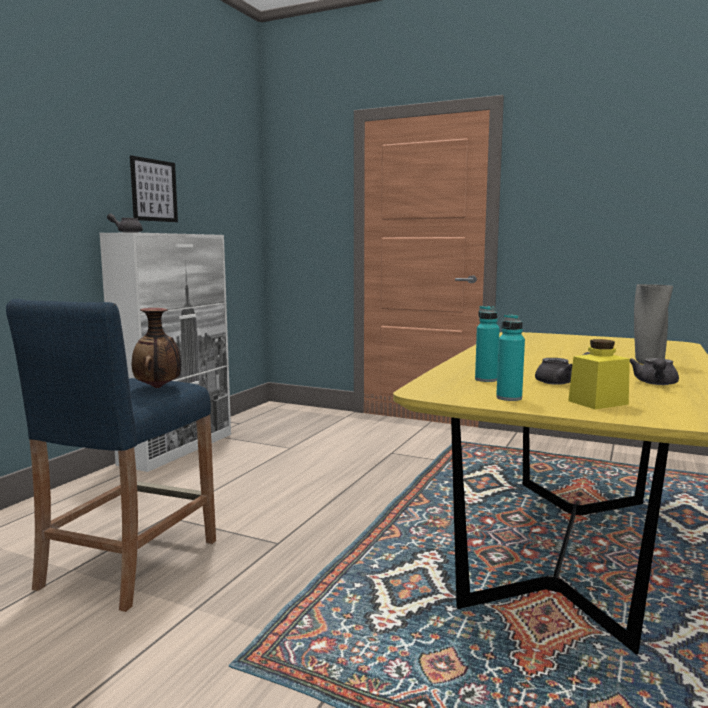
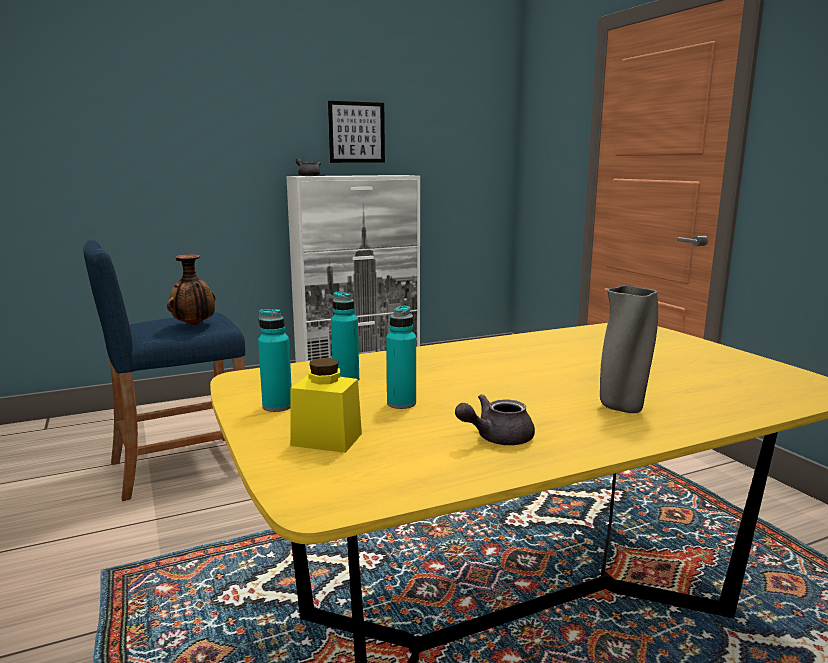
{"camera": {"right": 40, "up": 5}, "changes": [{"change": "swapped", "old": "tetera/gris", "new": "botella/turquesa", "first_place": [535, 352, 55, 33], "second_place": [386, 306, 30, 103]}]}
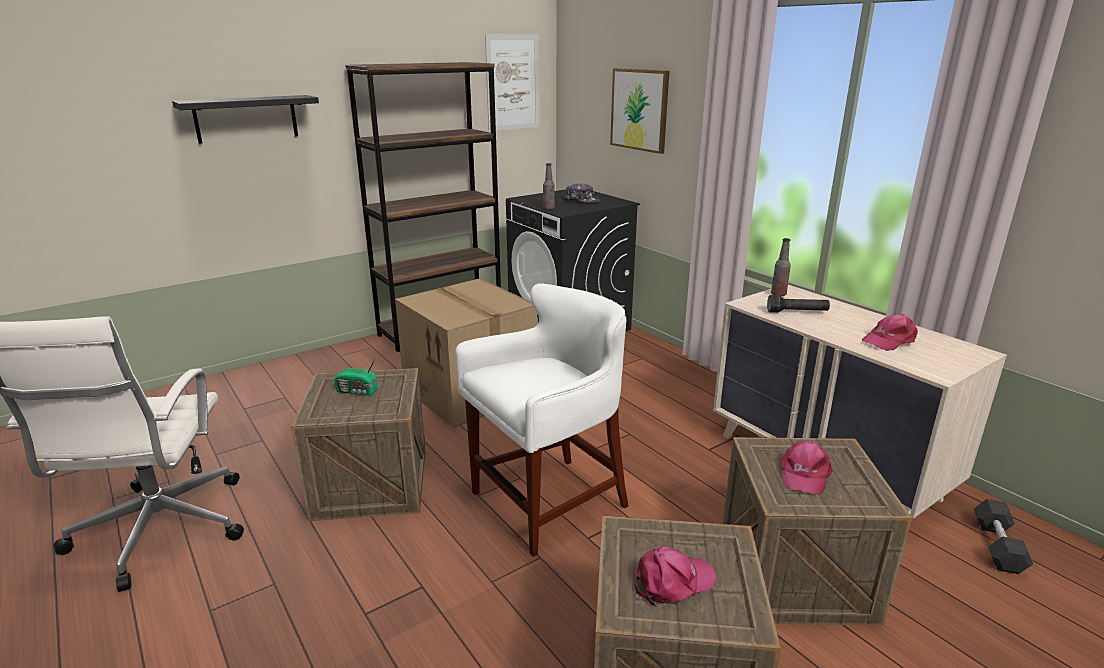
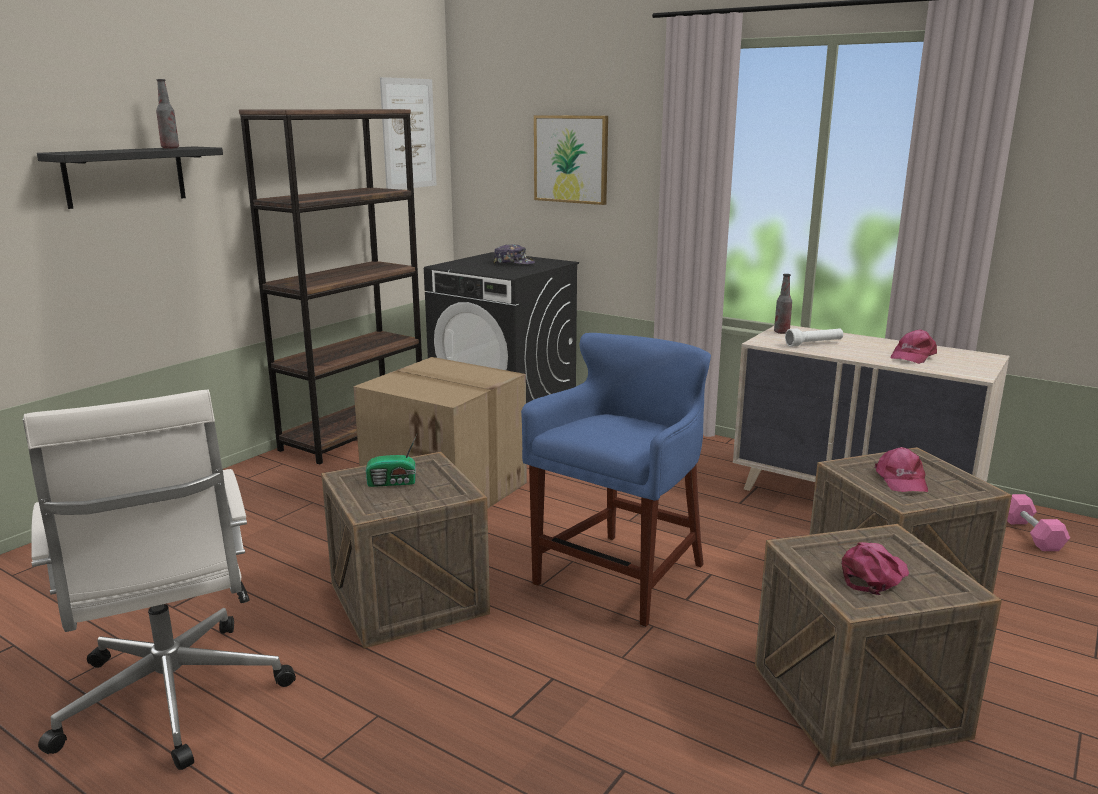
{"camera": {"right": -20, "up": -5}, "changes": [{"change": "shifted", "old": "botella", "first_place": [543, 163, 12, 47], "second_place": [156, 79, 23, 69]}, {"change": "repainted", "old": "taburete/blanco", "new": "taburete/azul", "first_place": [455, 283, 174, 274], "second_place": [521, 333, 190, 294]}, {"change": "repainted", "old": "linterna/negro", "new": "linterna/blanco", "first_place": [767, 295, 63, 18], "second_place": [785, 328, 58, 19]}, {"change": "repainted", "old": "mancuerna/negro", "new": "mancuerna/rosa", "first_place": [974, 499, 59, 75], "second_place": [1007, 494, 63, 57]}]}
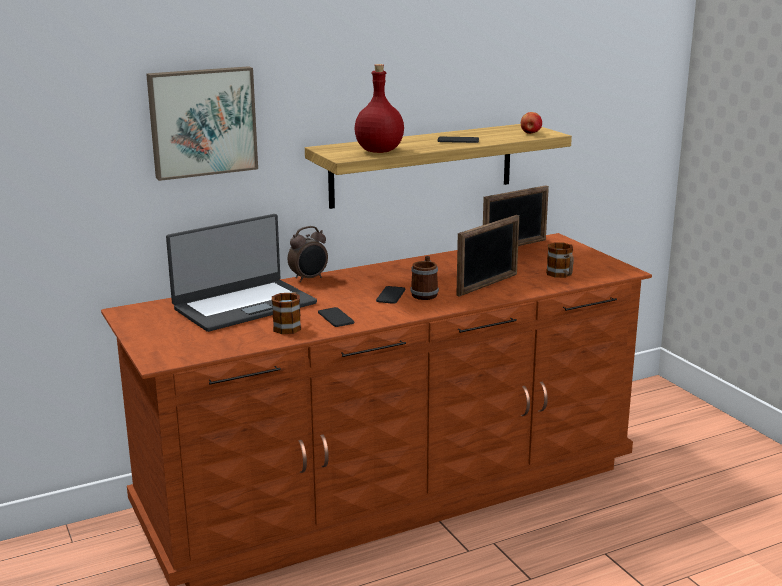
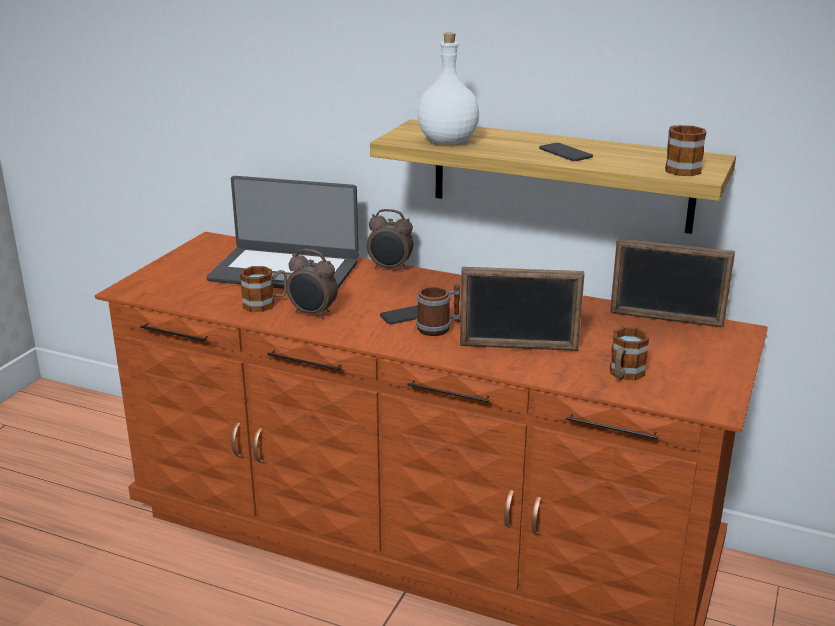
{"camera": {"right": 50, "up": 5}, "changes": [{"change": "repainted", "old": "botella/rojo", "new": "botella/blanco", "first_place": [355, 64, 49, 89], "second_place": [417, 33, 62, 112]}, {"change": "gone", "old": "cuadro", "first_place": [146, 66, 112, 115]}, {"change": "swapped", "old": "manzana", "new": "taza grande", "first_place": [521, 112, 21, 22], "second_place": [665, 125, 41, 51]}, {"change": "swapped", "old": "móvil", "new": "despertador", "first_place": [318, 307, 36, 20], "second_place": [286, 249, 52, 70]}]}
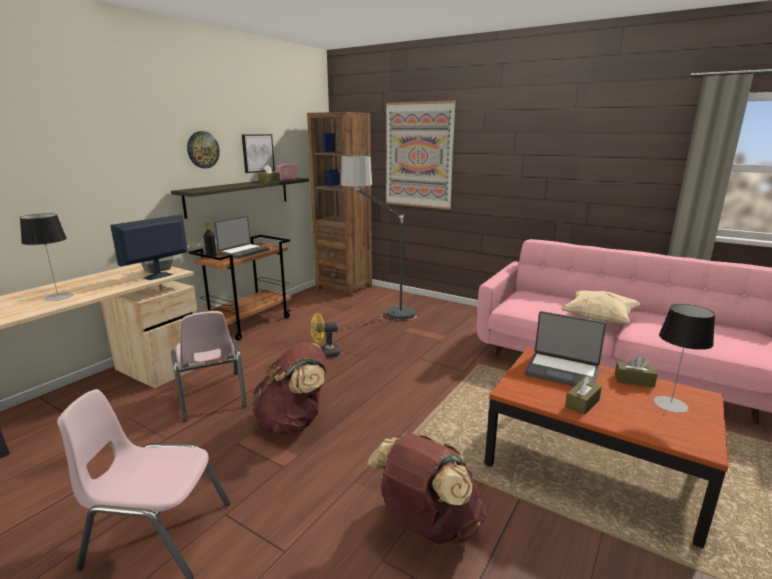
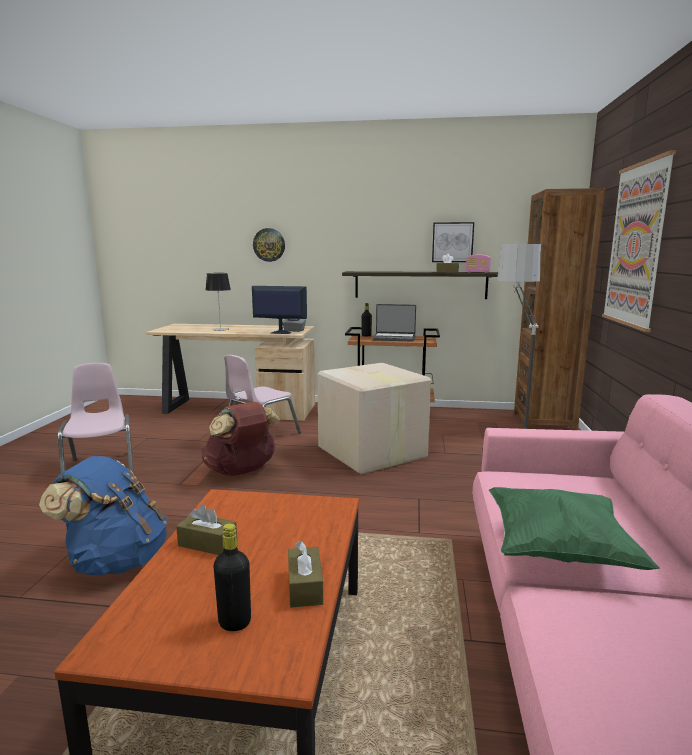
{"camera": {"right": 65, "up": -5}, "changes": [{"change": "shifted", "old": "reloj de pared", "first_place": [187, 131, 33, 38], "second_place": [253, 228, 32, 34]}, {"change": "repainted", "old": "cojín/beis", "new": "cojín/verde", "first_place": [561, 290, 80, 34], "second_place": [489, 487, 171, 83]}, {"change": "swapped", "old": "lámpara de mesa", "new": "botella/negro", "first_place": [653, 304, 62, 109], "second_place": [213, 524, 38, 107]}, {"change": "gone", "old": "portátil", "first_place": [524, 311, 82, 75]}, {"change": "swapped", "old": "ventilador/amarillo", "new": "caja de cartón", "first_place": [311, 313, 30, 45], "second_place": [317, 363, 114, 111]}, {"change": "repainted", "old": "mochila/marrón", "new": "mochila/azul", "first_place": [367, 433, 119, 111], "second_place": [39, 456, 129, 120]}]}
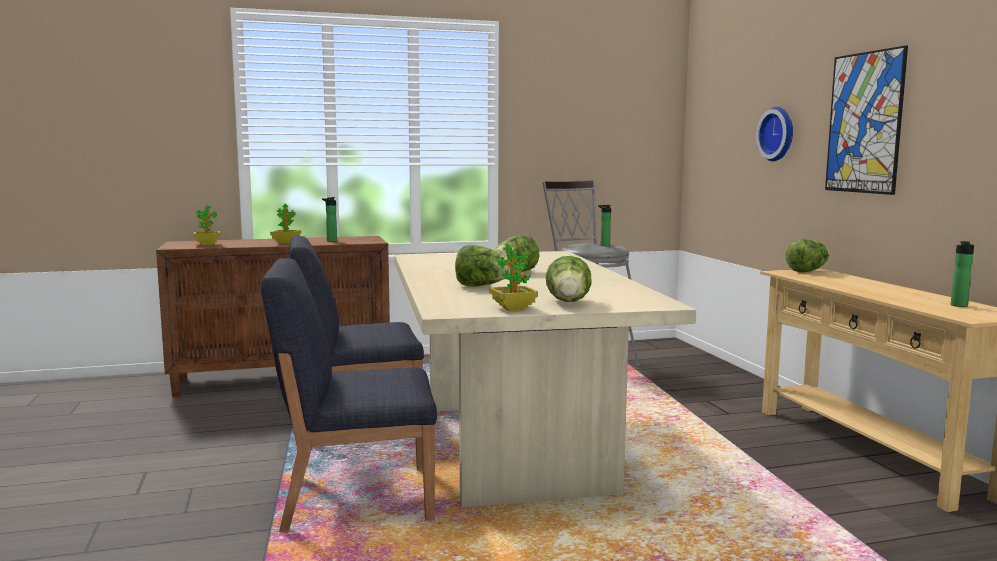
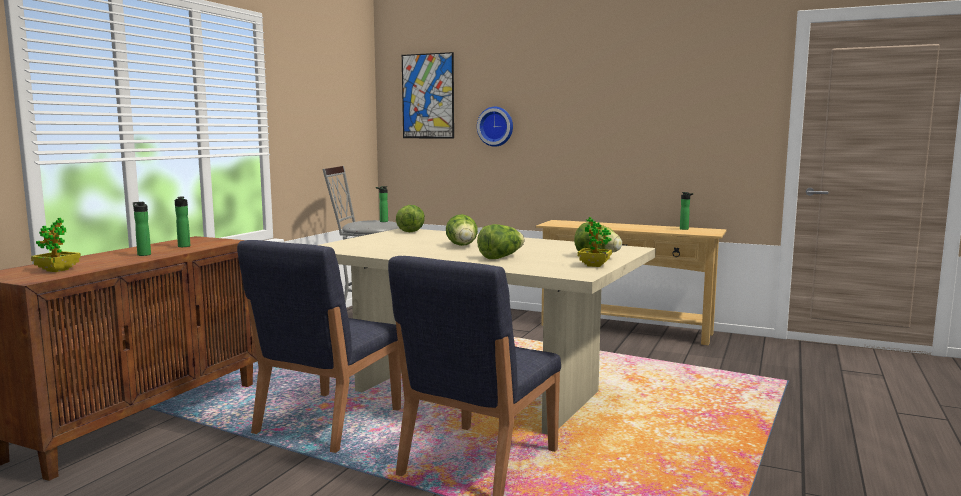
{"camera": {"right": -50, "up": 0}, "changes": [{"change": "shifted", "old": "cuadro", "first_place": [825, 45, 83, 150], "second_place": [402, 52, 52, 87]}, {"change": "swapped", "old": "planta en maceta", "new": "botella", "first_place": [270, 204, 31, 39], "second_place": [133, 202, 18, 54]}, {"change": "shifted", "old": "lechuga", "first_place": [786, 239, 44, 34], "second_place": [396, 205, 29, 27]}]}
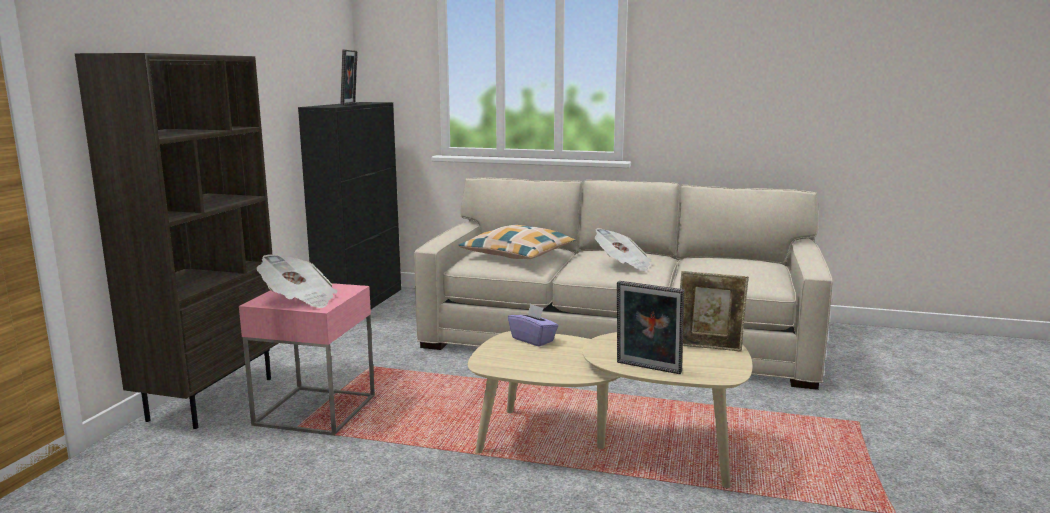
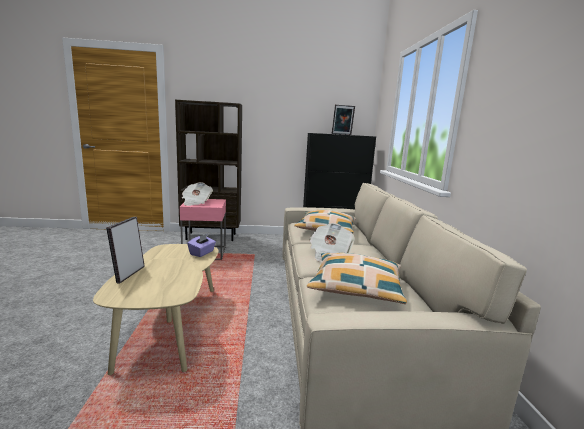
{"camera": {"right": 70, "up": 0}, "changes": [{"change": "gone", "old": "portarretratos", "first_place": [680, 271, 69, 81]}, {"change": "new", "new": "cojín", "second_place": [307, 253, 100, 51]}]}
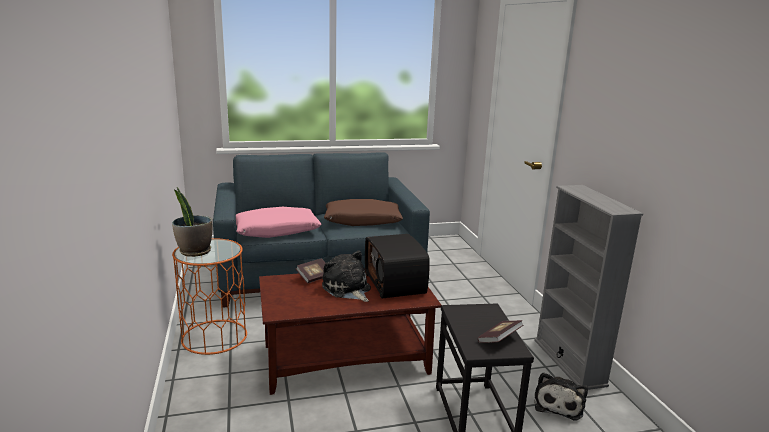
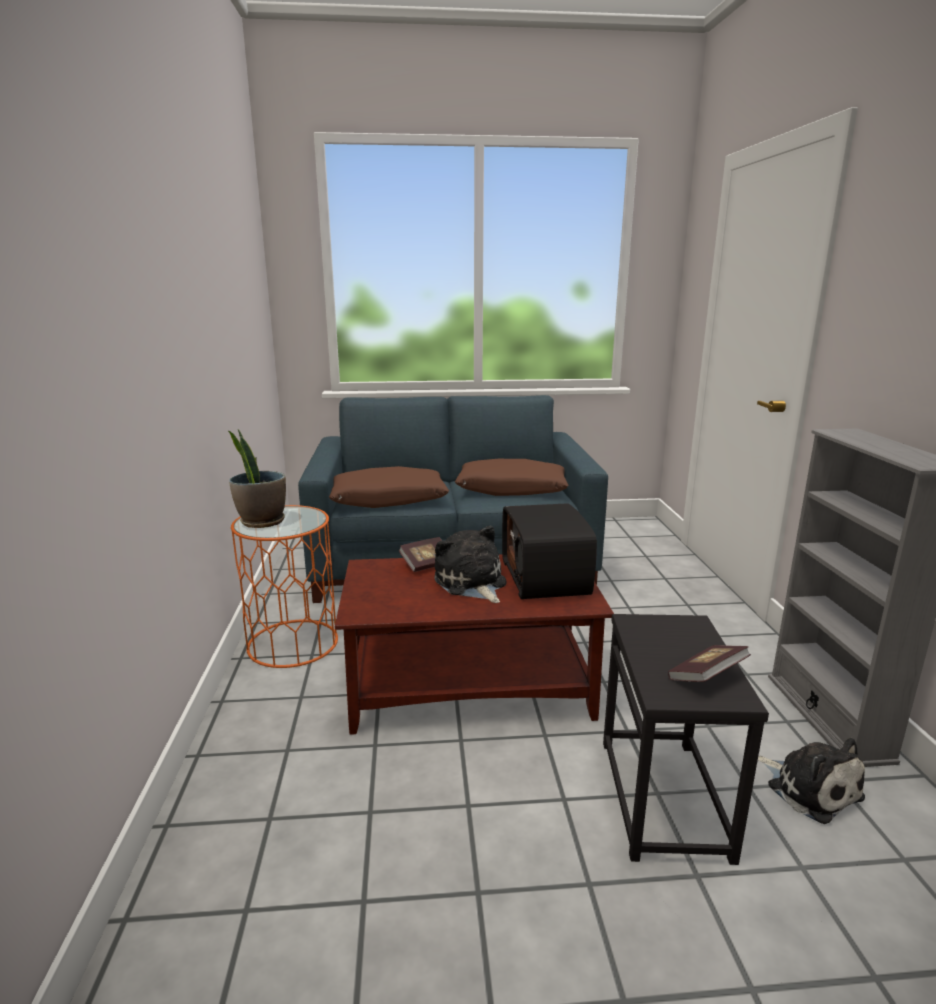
{"camera": {"right": 10, "up": 0}, "changes": [{"change": "repainted", "old": "cojín/rosa", "new": "cojín/marrón", "first_place": [236, 207, 85, 31], "second_place": [329, 466, 120, 42]}, {"change": "rotated", "old": "peluche", "first_place": [534, 372, 54, 48], "second_place": [758, 738, 107, 86], "degrees": -60}]}
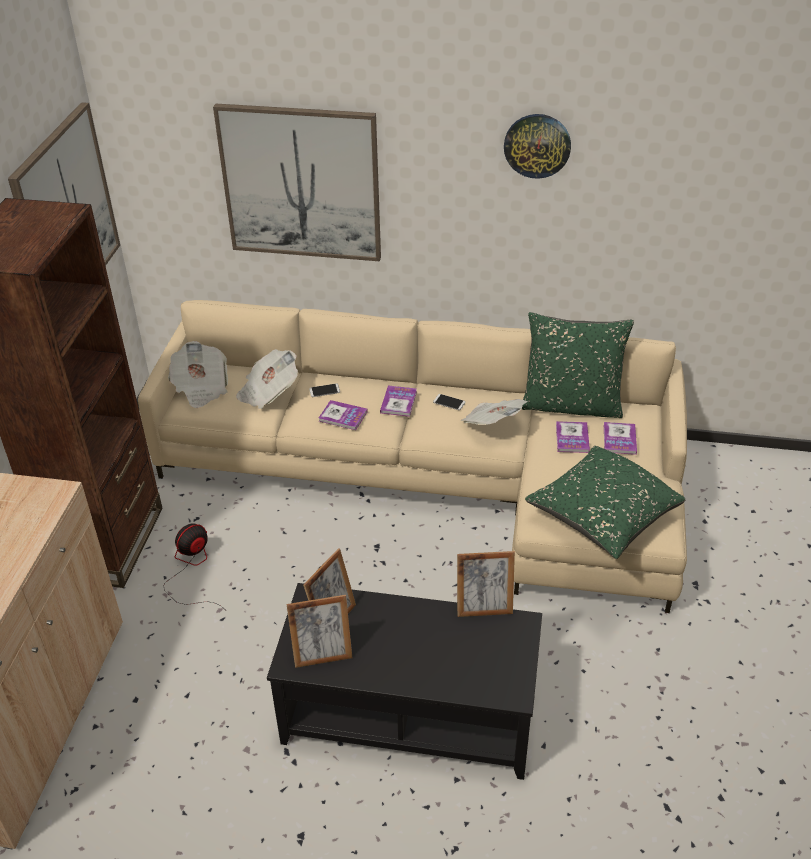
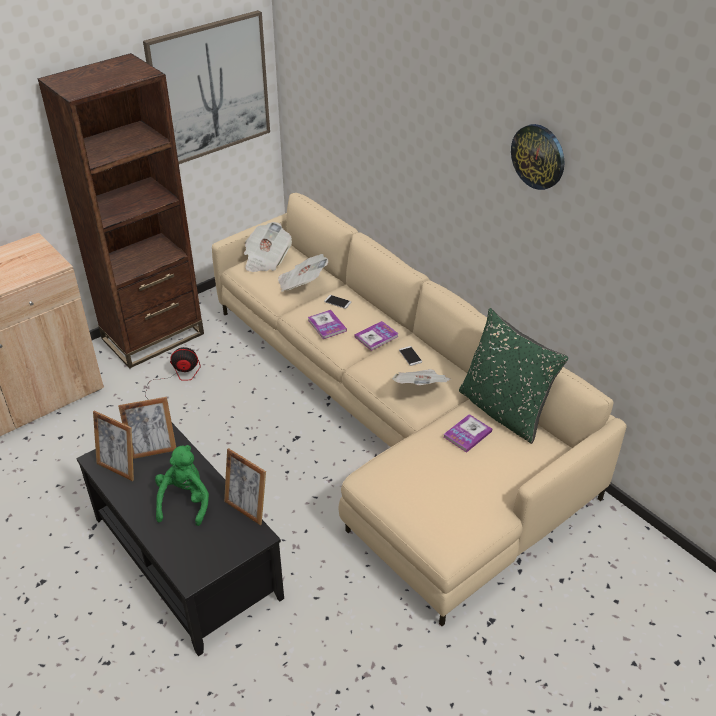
{"camera": {"right": 40, "up": 0}, "changes": [{"change": "gone", "old": "cuadro", "first_place": [213, 104, 168, 157]}, {"change": "gone", "old": "libro", "first_place": [604, 422, 33, 33]}, {"change": "gone", "old": "cojín/verde", "first_place": [525, 446, 160, 113]}, {"change": "new", "new": "peluche/verde", "second_place": [155, 445, 54, 81]}]}
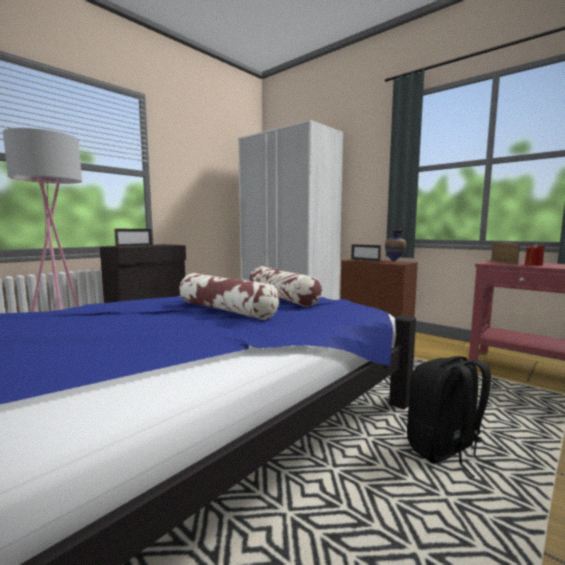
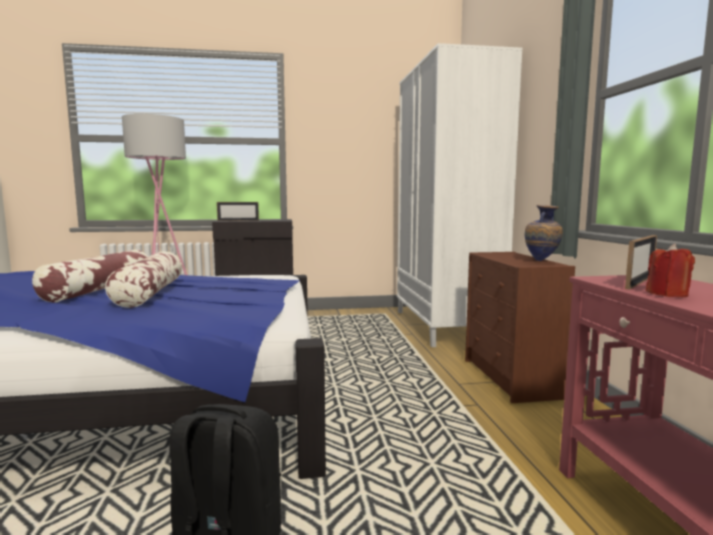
{"camera": {"right": 40, "up": 0}, "changes": [{"change": "gone", "old": "portarretratos", "first_place": [351, 244, 30, 18]}, {"change": "shifted", "old": "cojín", "first_place": [249, 266, 73, 41], "second_place": [32, 250, 116, 53]}]}
